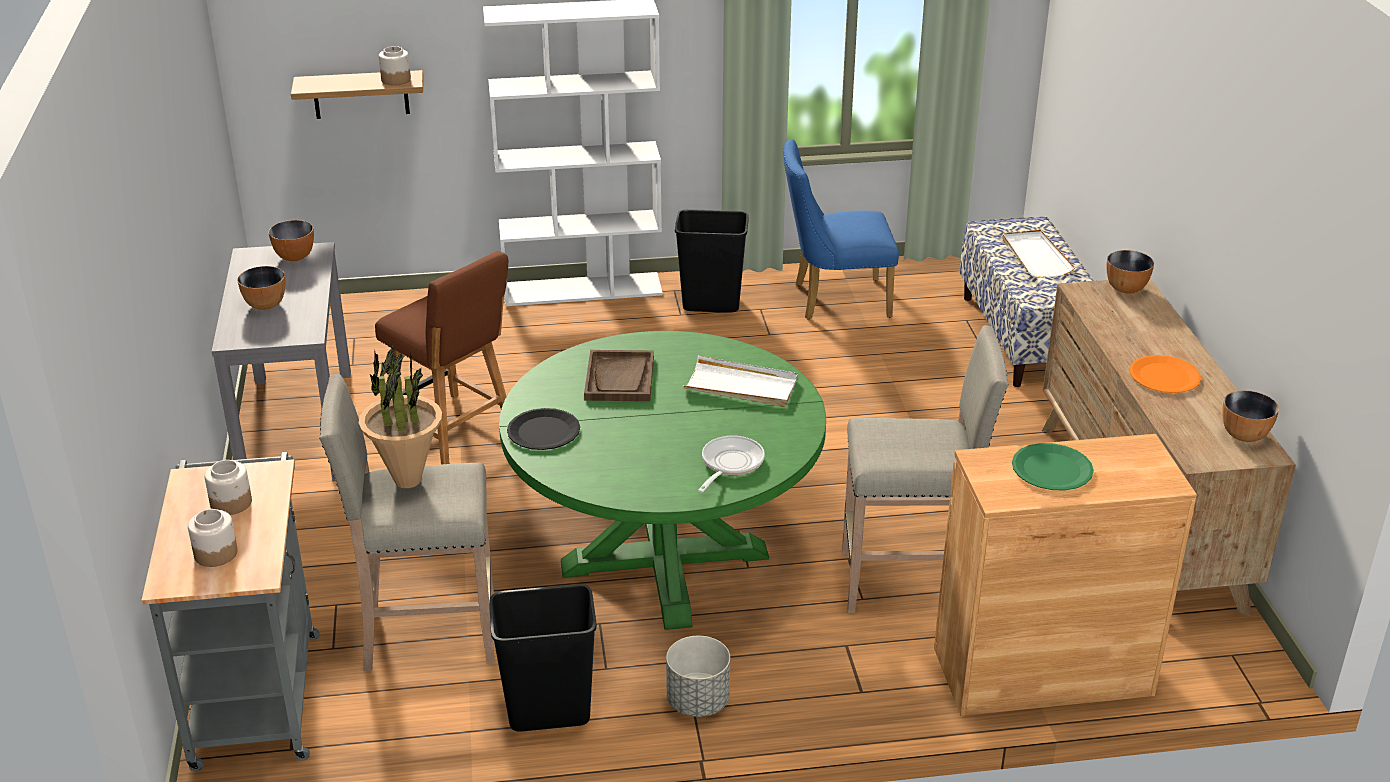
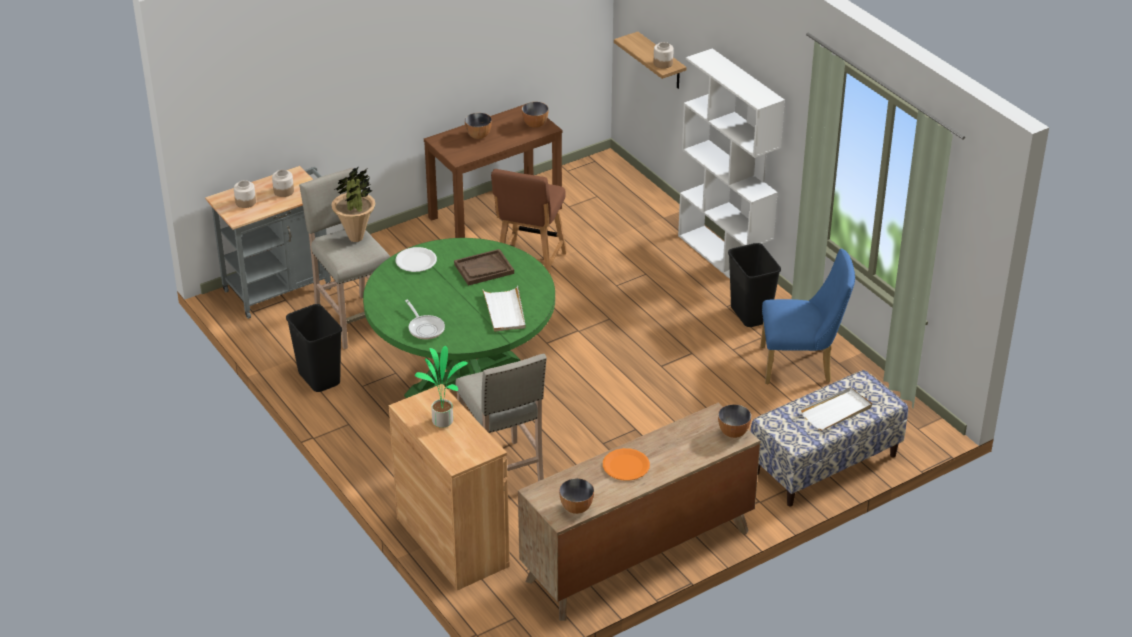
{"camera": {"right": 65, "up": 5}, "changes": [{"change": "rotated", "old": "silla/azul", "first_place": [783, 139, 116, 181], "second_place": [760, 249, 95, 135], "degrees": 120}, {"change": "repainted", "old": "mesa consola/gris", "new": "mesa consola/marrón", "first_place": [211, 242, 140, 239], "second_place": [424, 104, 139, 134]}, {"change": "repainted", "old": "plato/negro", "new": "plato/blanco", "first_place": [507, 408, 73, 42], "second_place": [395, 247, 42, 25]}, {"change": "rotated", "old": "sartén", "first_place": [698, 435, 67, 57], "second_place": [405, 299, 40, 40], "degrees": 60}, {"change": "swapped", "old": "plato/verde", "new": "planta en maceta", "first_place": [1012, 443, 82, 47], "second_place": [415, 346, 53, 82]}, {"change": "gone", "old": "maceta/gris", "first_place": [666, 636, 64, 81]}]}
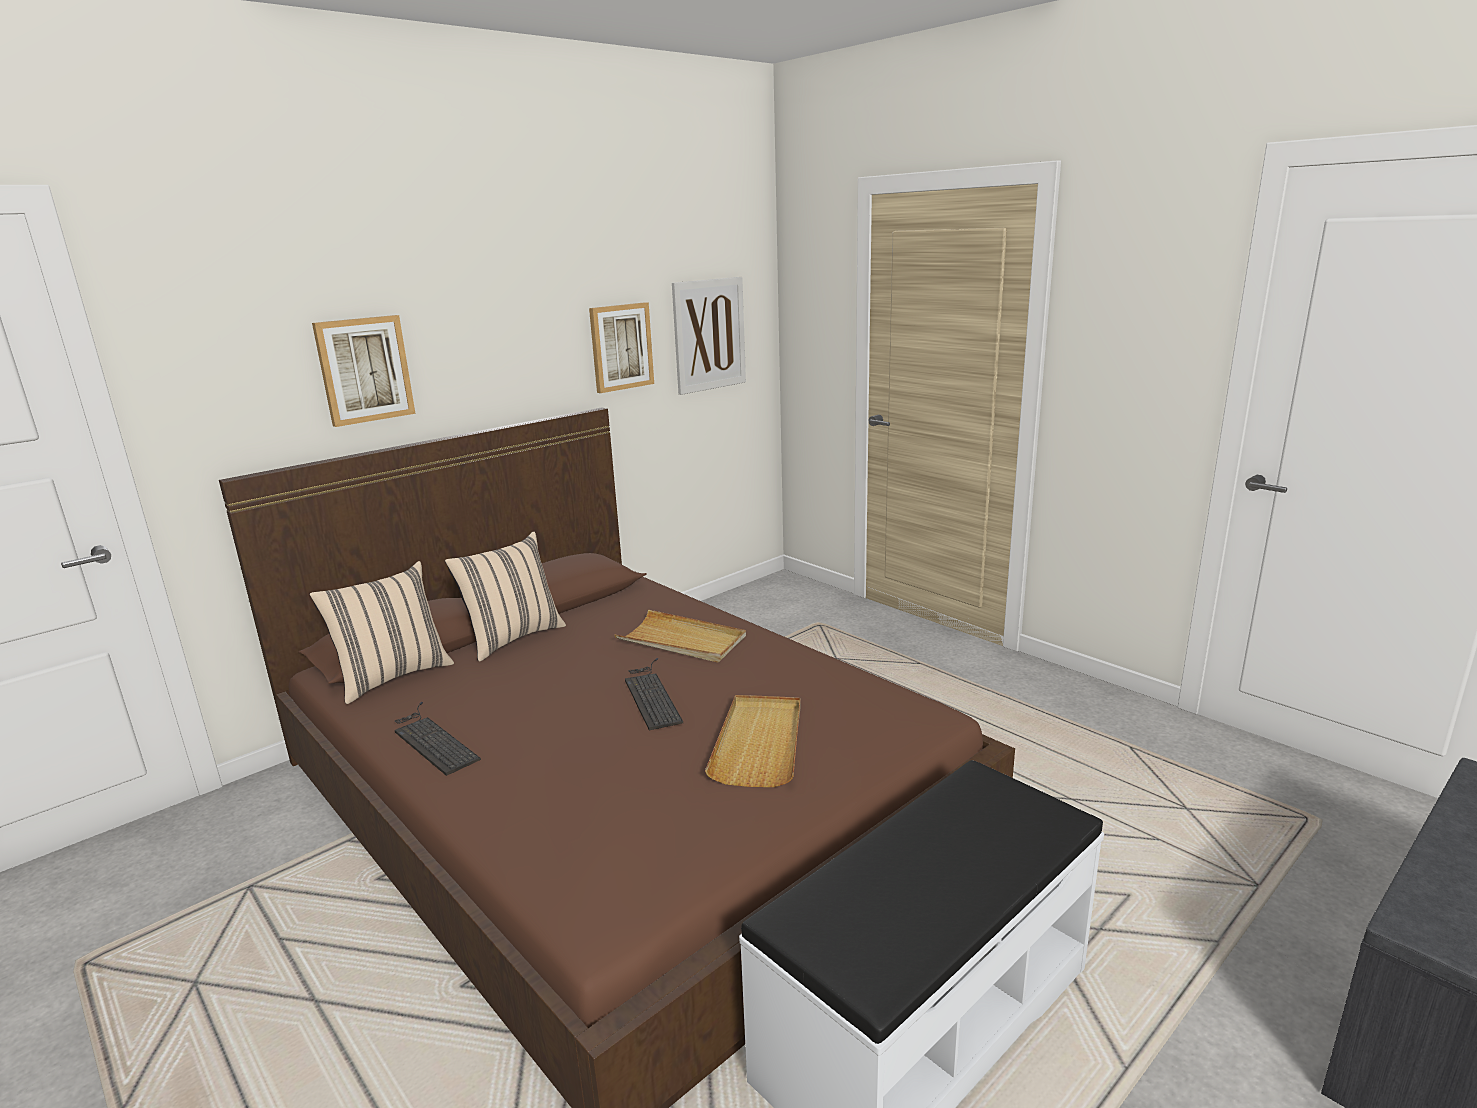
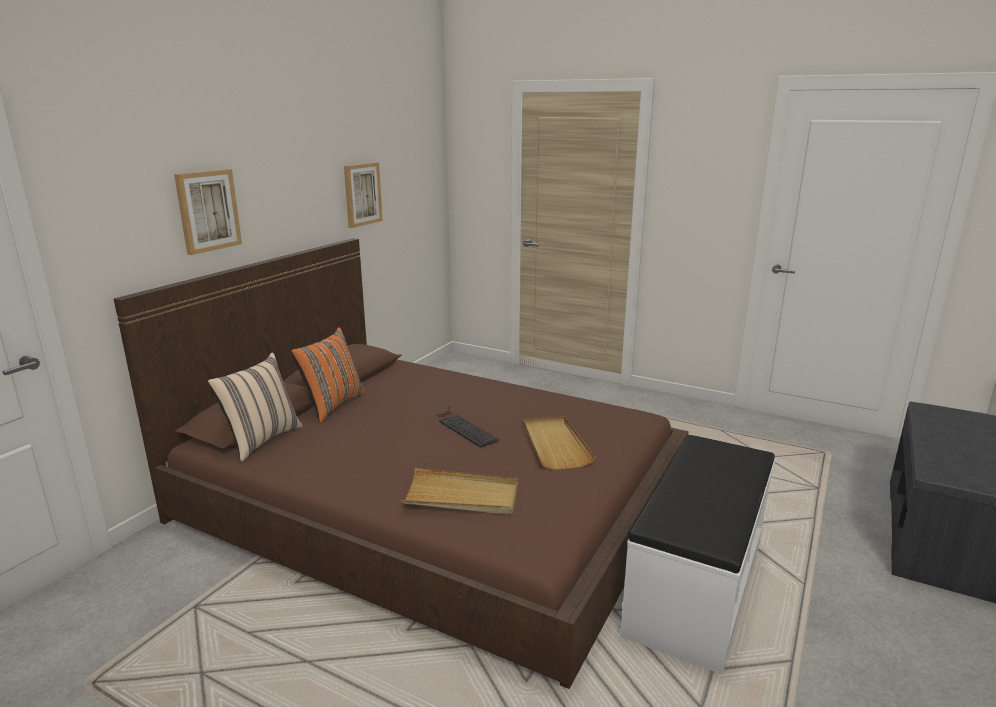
{"camera": {"right": -20, "up": 0}, "changes": [{"change": "gone", "old": "cuadro", "first_place": [672, 277, 74, 118]}, {"change": "repainted", "old": "cojín/beis", "new": "cojín/naranja", "first_place": [445, 532, 121, 130], "second_place": [291, 327, 75, 96]}, {"change": "shifted", "old": "bandeja/beis", "first_place": [615, 610, 131, 53], "second_place": [400, 468, 118, 47]}, {"change": "gone", "old": "teclado", "first_place": [395, 702, 86, 74]}]}
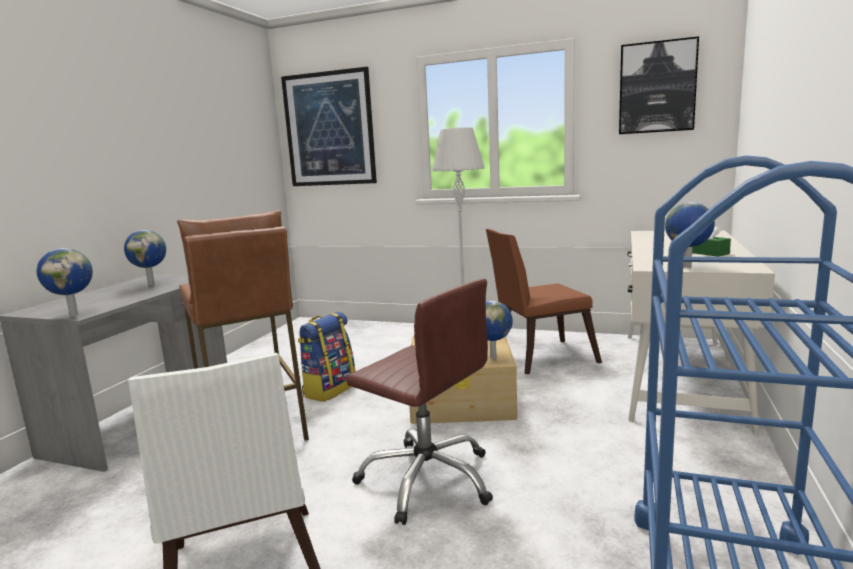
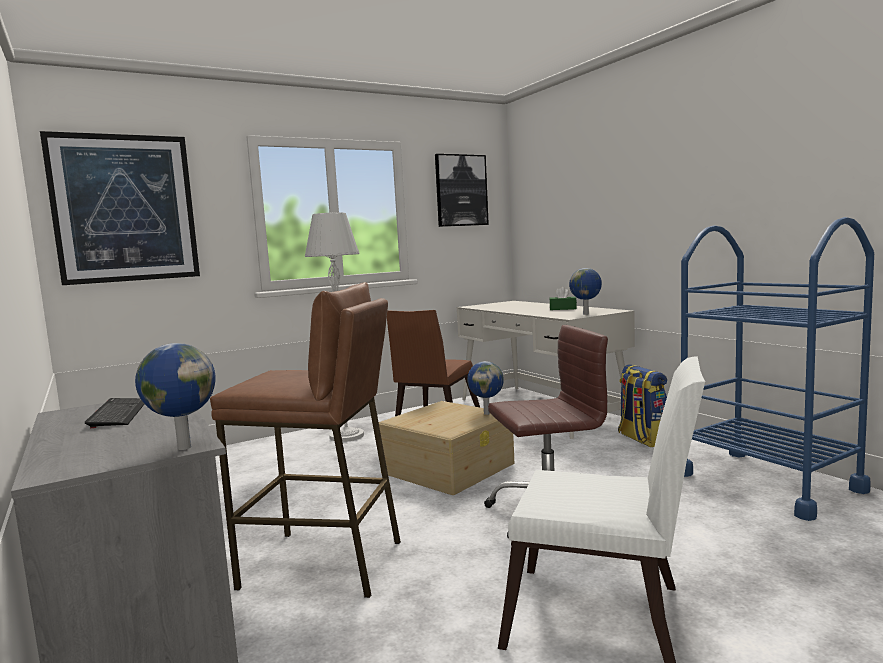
{"camera": {"right": -50, "up": -5}, "changes": [{"change": "swapped", "old": "globo terráqueo", "new": "teclado", "first_place": [124, 230, 42, 55], "second_place": [85, 398, 59, 31]}, {"change": "shifted", "old": "mochila", "first_place": [298, 312, 58, 90], "second_place": [618, 364, 49, 83]}]}
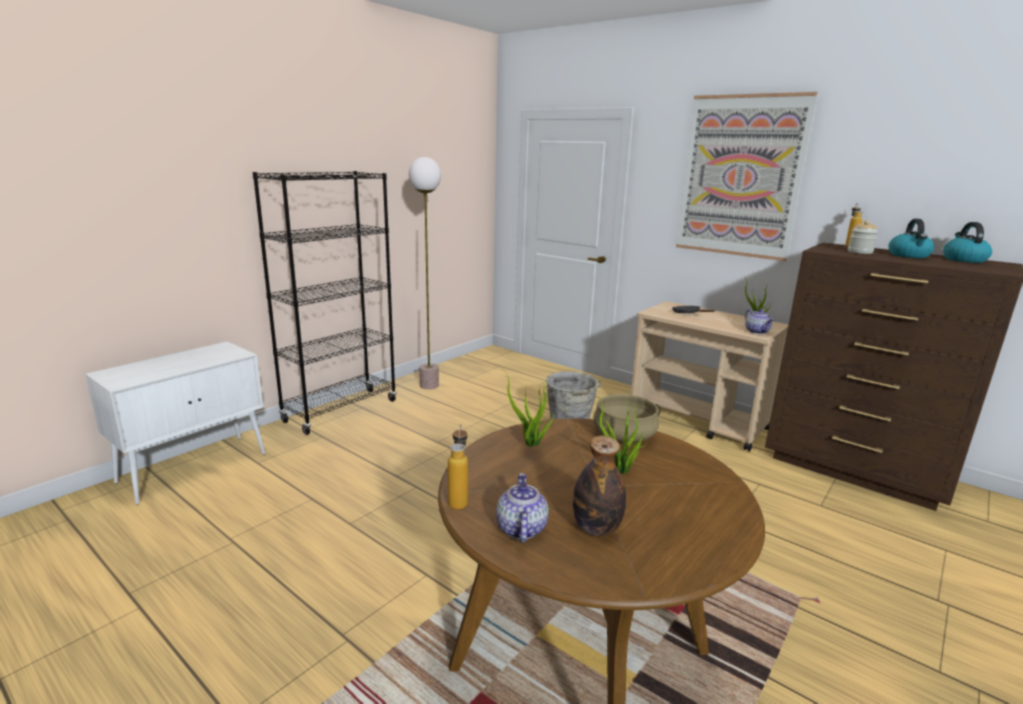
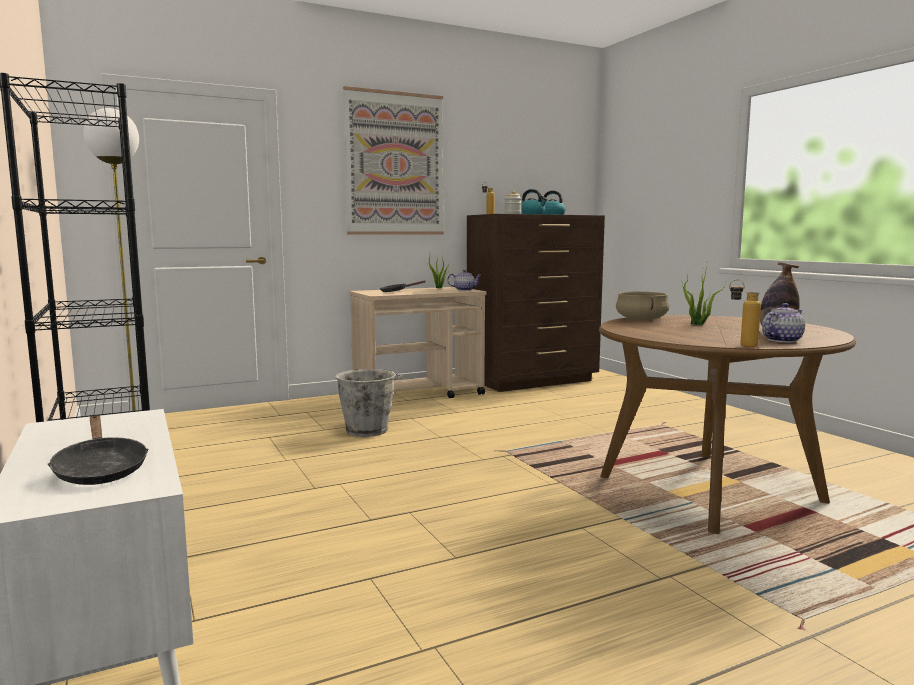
{"camera": {"right": -65, "up": -10}, "changes": [{"change": "gone", "old": "planta en maceta", "first_place": [502, 368, 53, 79]}, {"change": "rotated", "old": "tetera", "first_place": [496, 473, 53, 70], "second_place": [762, 303, 43, 40], "degrees": 120}, {"change": "new", "new": "sartén/negro", "second_place": [48, 416, 101, 69]}]}
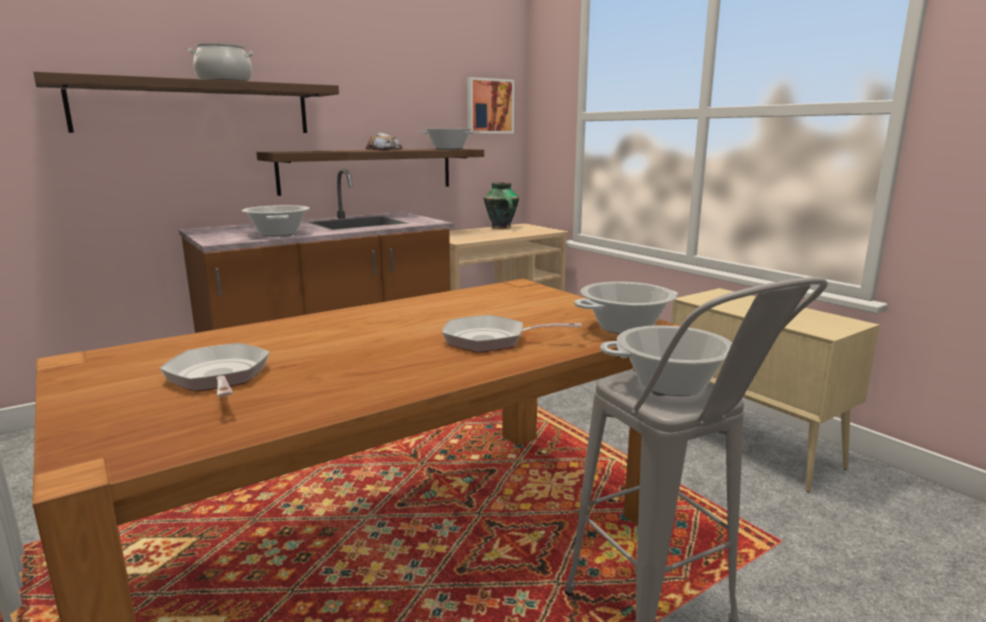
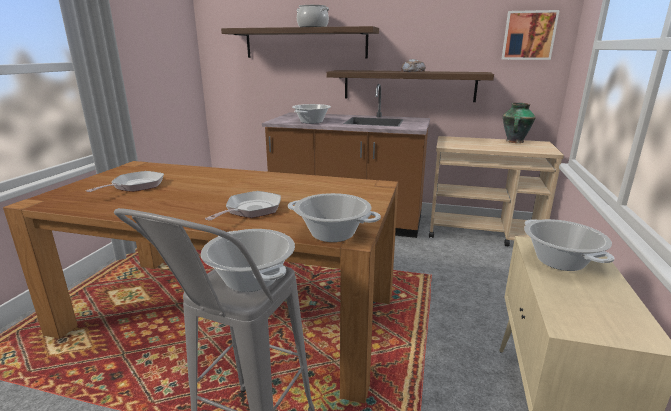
{"camera": {"right": 50, "up": 5}, "changes": [{"change": "shifted", "old": "olla", "first_place": [419, 128, 60, 22], "second_place": [524, 219, 90, 52]}, {"change": "rotated", "old": "sartén", "first_place": [442, 315, 140, 37], "second_place": [205, 191, 76, 29], "degrees": 60}]}
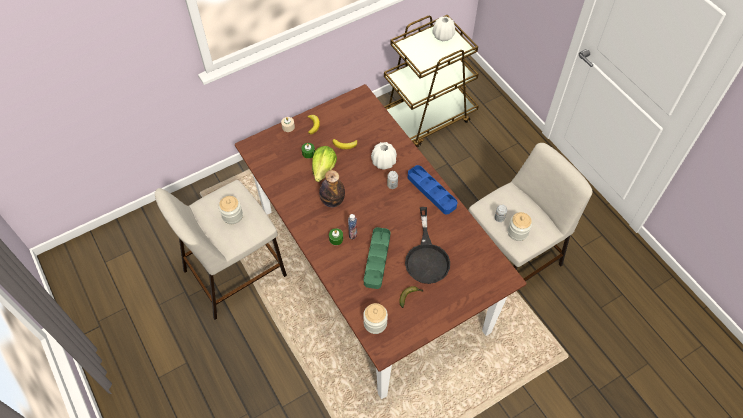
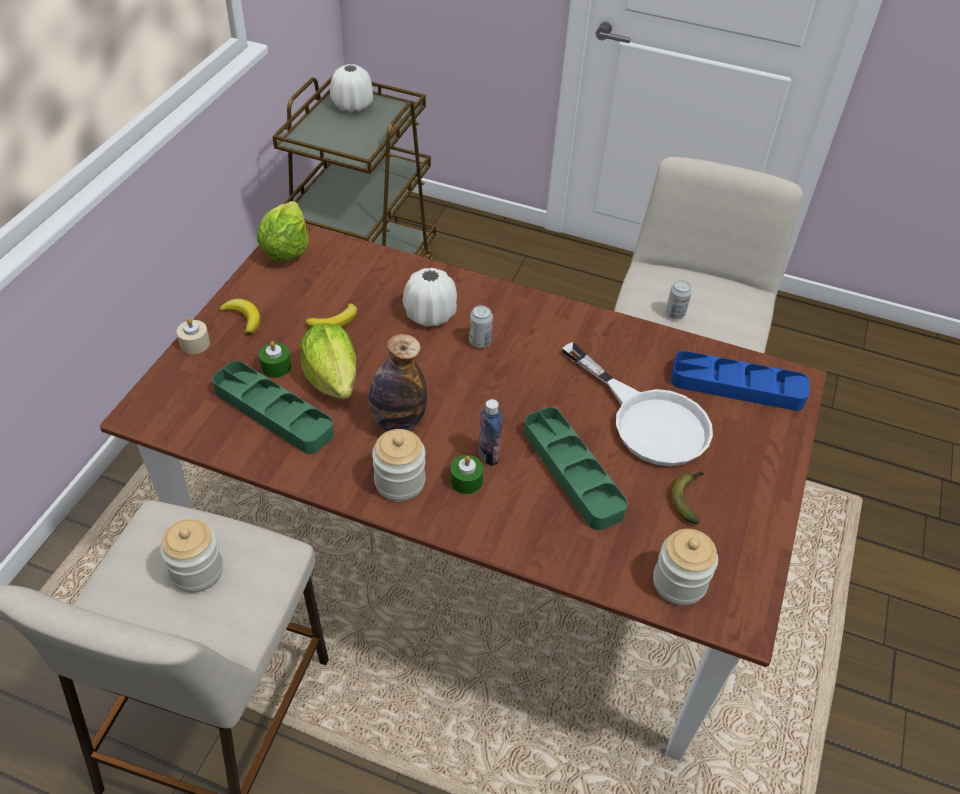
{"camera": {"right": -40, "up": -10}, "changes": [{"change": "shifted", "old": "bandeja/azul", "first_place": [408, 165, 49, 49], "second_place": [671, 351, 138, 60]}, {"change": "repainted", "old": "sartén/negro", "new": "sartén/blanco", "first_place": [405, 207, 45, 77], "second_place": [562, 342, 151, 124]}, {"change": "shifted", "old": "tarro", "first_place": [508, 212, 24, 29], "second_place": [372, 429, 53, 72]}, {"change": "new", "new": "lechuga", "second_place": [257, 201, 52, 60]}, {"change": "new", "new": "bandeja/verde", "second_place": [212, 361, 122, 93]}]}
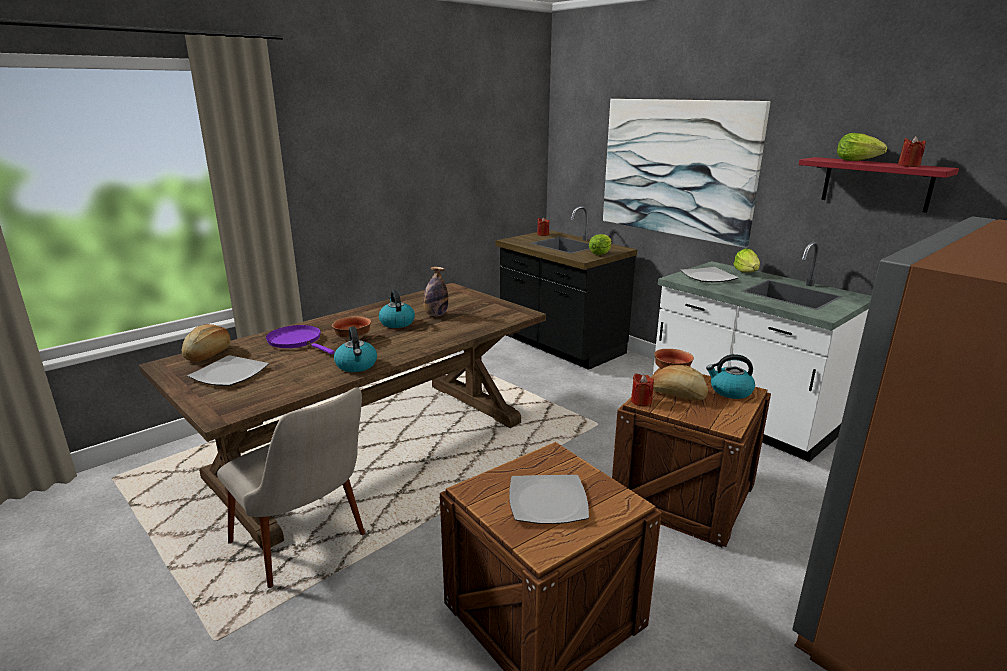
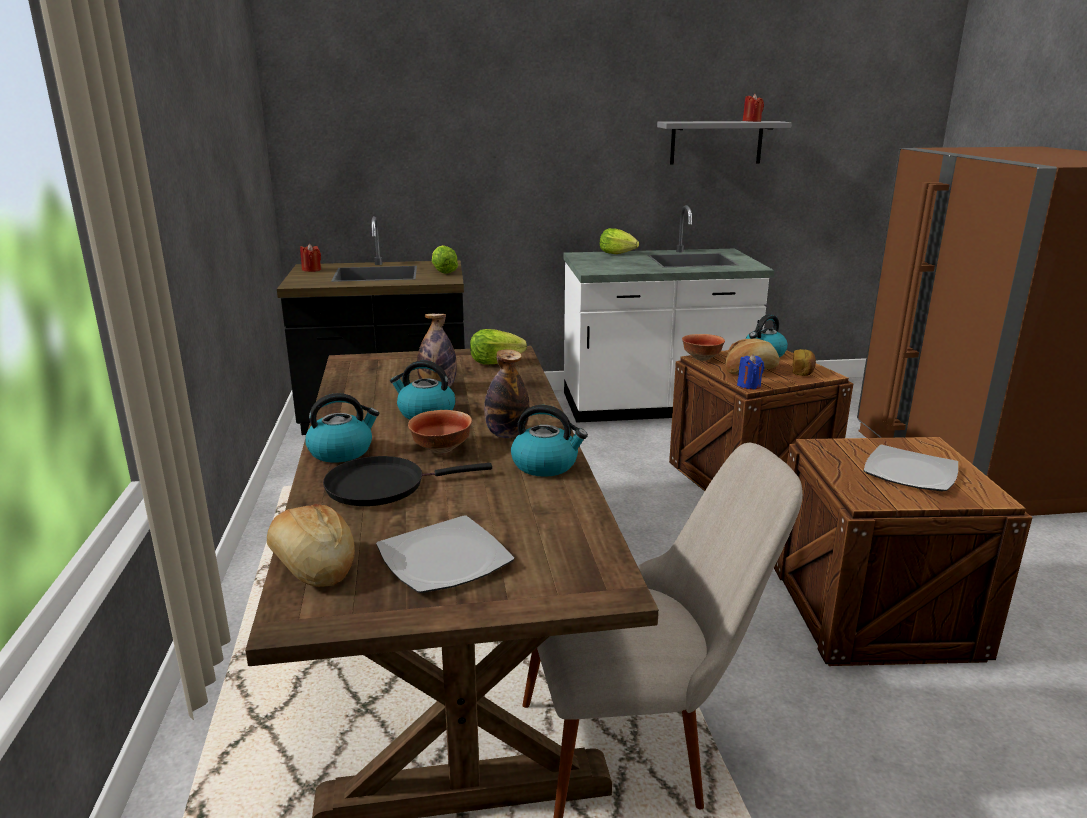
{"camera": {"right": -55, "up": 0}, "changes": [{"change": "gone", "old": "cuadro", "first_place": [603, 99, 168, 149]}, {"change": "shifted", "old": "lechuga", "first_place": [837, 133, 50, 28], "second_place": [470, 329, 57, 35]}, {"change": "repainted", "old": "estante/rojo", "new": "estante/gris", "first_place": [799, 157, 160, 56], "second_place": [657, 121, 135, 43]}, {"change": "gone", "old": "plato", "first_place": [681, 267, 58, 15]}, {"change": "repainted", "old": "sartén/morado", "new": "sartén/negro", "first_place": [266, 325, 69, 29], "second_place": [323, 456, 169, 50]}, {"change": "repainted", "old": "vela/rojo", "new": "vela/azul", "first_place": [631, 373, 23, 34], "second_place": [737, 354, 27, 35]}, {"change": "new", "new": "botella", "second_place": [484, 349, 45, 89]}, {"change": "new", "new": "pan", "second_place": [793, 349, 23, 27]}, {"change": "new", "new": "hervidor", "second_place": [305, 393, 74, 70]}]}
